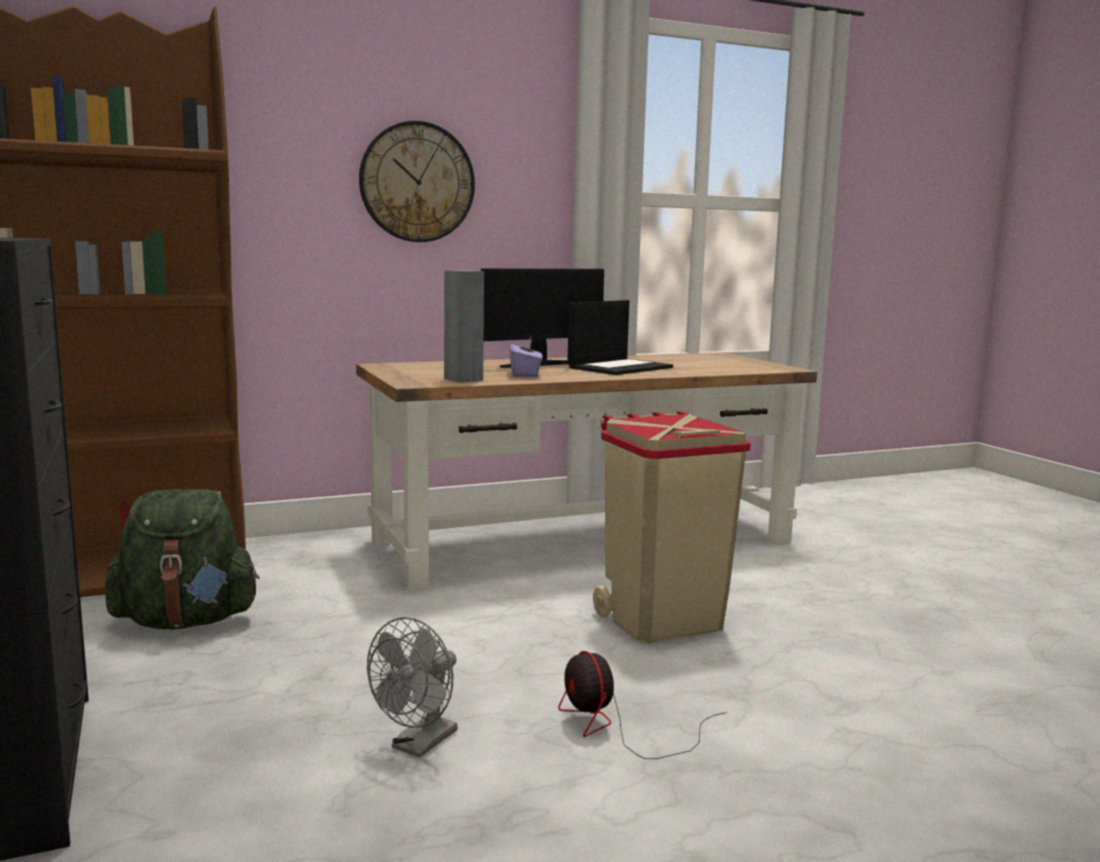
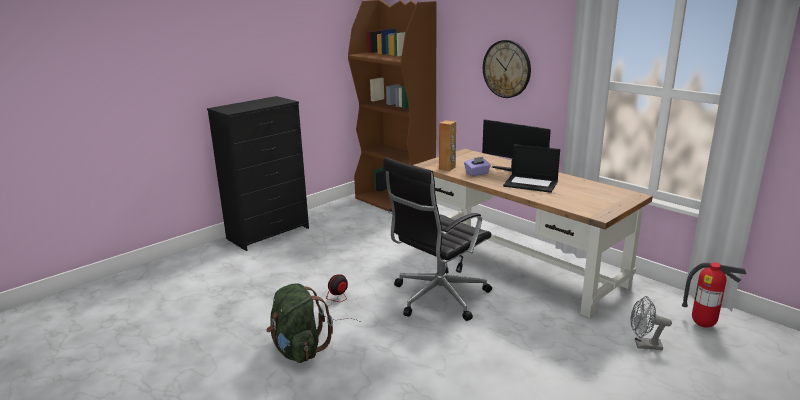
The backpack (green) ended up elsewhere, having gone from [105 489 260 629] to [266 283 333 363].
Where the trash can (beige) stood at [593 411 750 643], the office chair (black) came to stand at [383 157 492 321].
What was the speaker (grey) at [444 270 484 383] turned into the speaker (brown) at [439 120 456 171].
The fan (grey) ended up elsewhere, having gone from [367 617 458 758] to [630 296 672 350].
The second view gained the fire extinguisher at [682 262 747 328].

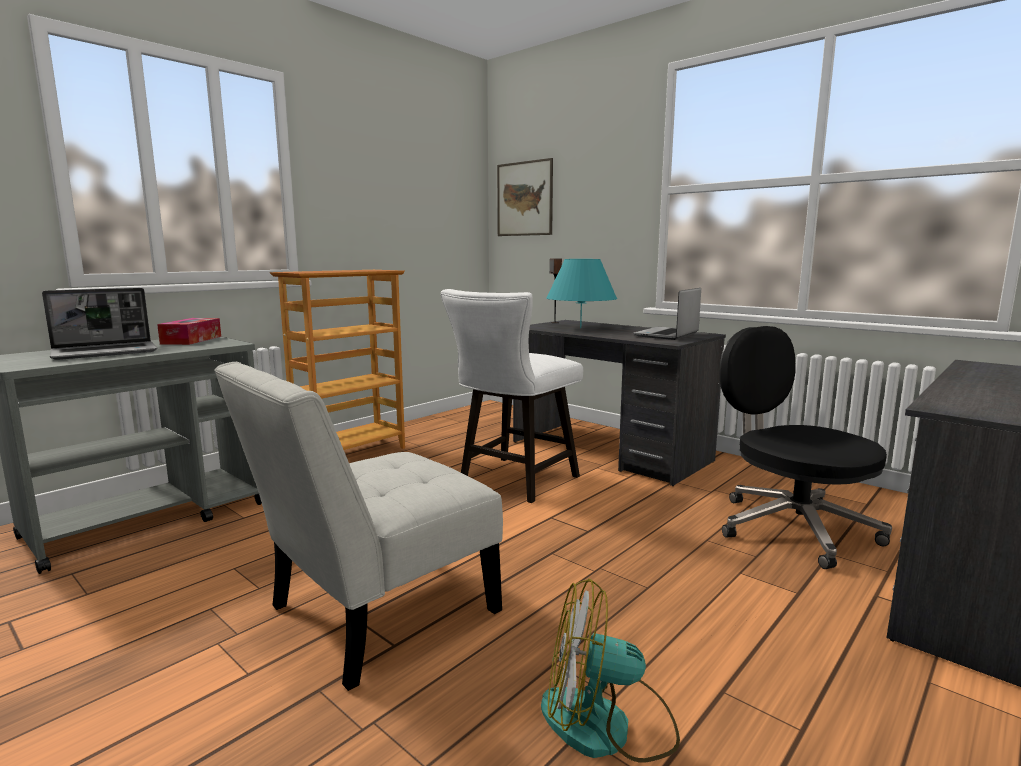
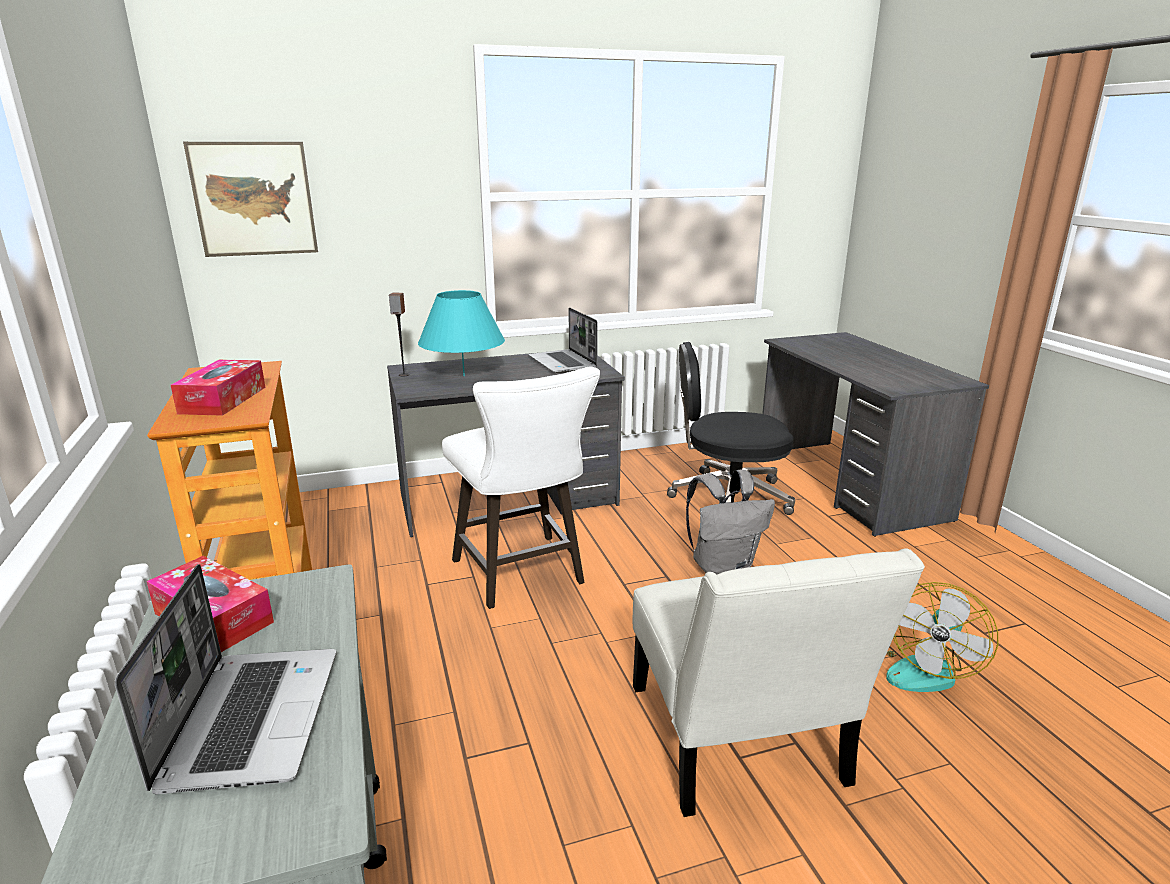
The second view gained the tissue box at [171 360 265 416].
The second view gained the backpack (grey) at [686 469 775 575].

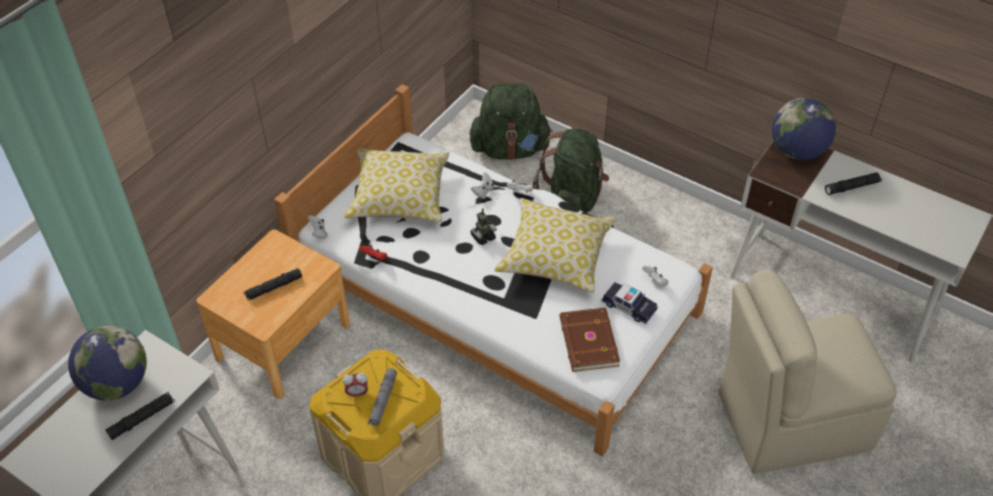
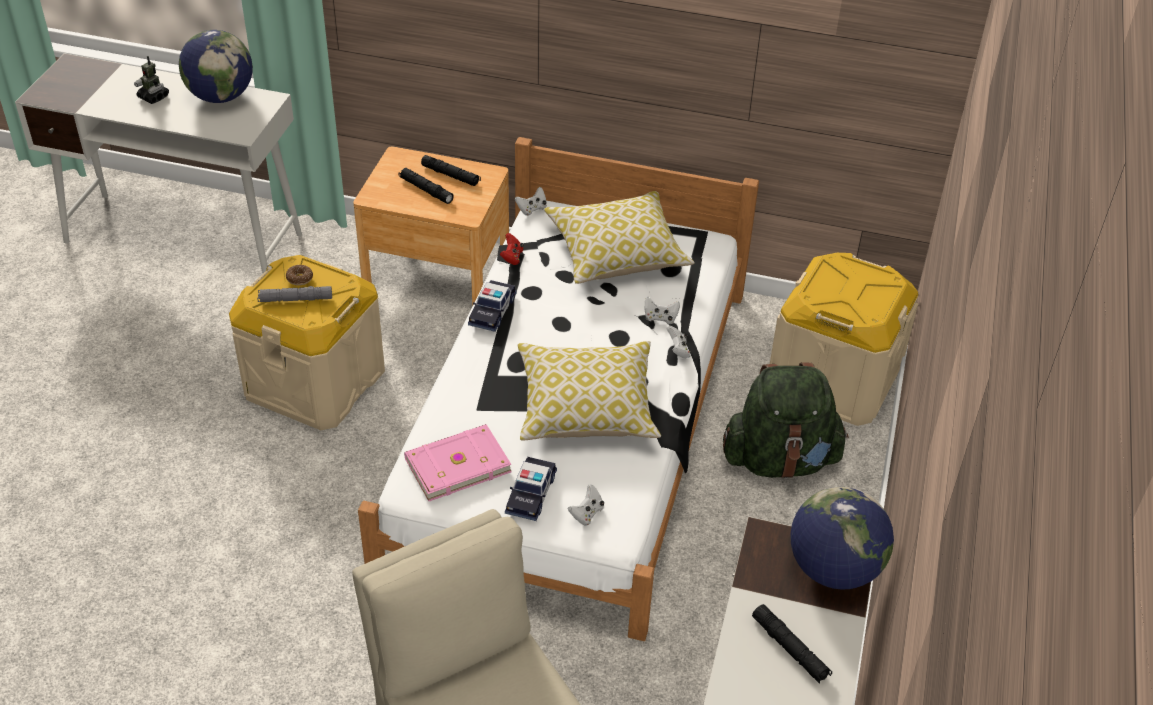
The toy robot ended up elsewhere, having gone from [471 208 497 245] to [134 56 169 104].
Where the alarm clock stood at [343 373 368 398], the donut came to stand at [286 265 313 285].
What was the book (brown) at [559 307 620 372] turned into the book (pink) at [404 424 512 501].
The flashlight (black) ended up elsewhere, having gone from [106 392 175 440] to [421 155 481 186].
The second view gained the toy car at [468 280 517 332].
Where the backpack (green) stood at [469 82 553 160], the storage box (beige) came to stand at [770 253 918 426].

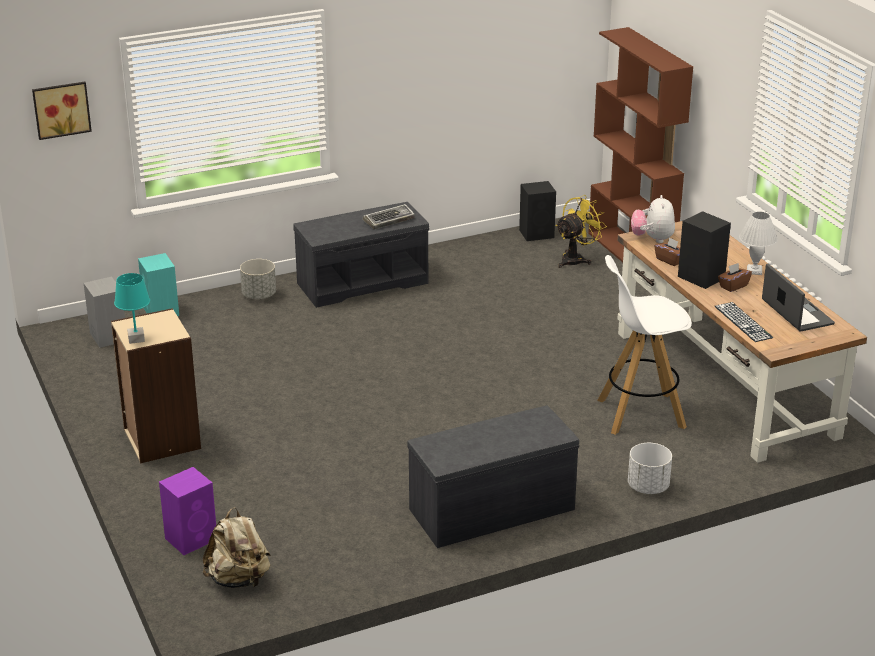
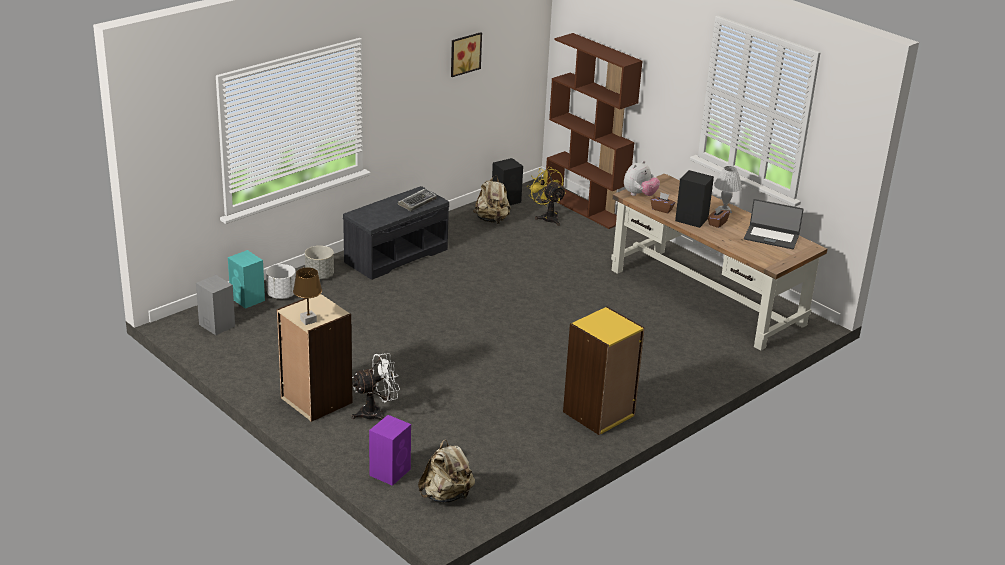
The planter (white) ended up elsewhere, having gone from [628 443 672 494] to [266 264 296 299].
What was the table lamp (turquoise) at [114 273 150 344] turned into the table lamp (brown) at [293 268 322 325].
The second view gained the fan (white) at [351 353 400 420].
The picture ended up elsewhere, having gone from [32 82 92 140] to [451 32 482 77].
The second view gained the backpack (beige) at [473 176 511 224].
The fan (yellow) at [555 195 607 268] ended up facing another way, 60 degrees counterclockwise from before.
Where the bench (grey) stood at [407 406 579 548], the bookcase (yellow) came to stand at [563 306 645 435].
The plush toy at [631 195 675 243] ended up facing another way, 120 degrees counterclockwise from before.
The laptop at [762 264 835 332] ended up facing another way, 150 degrees clockwise from before.
The second view lost the stool (white) at [597 255 692 435].
The second view lost the keyboard at [714 302 773 342].

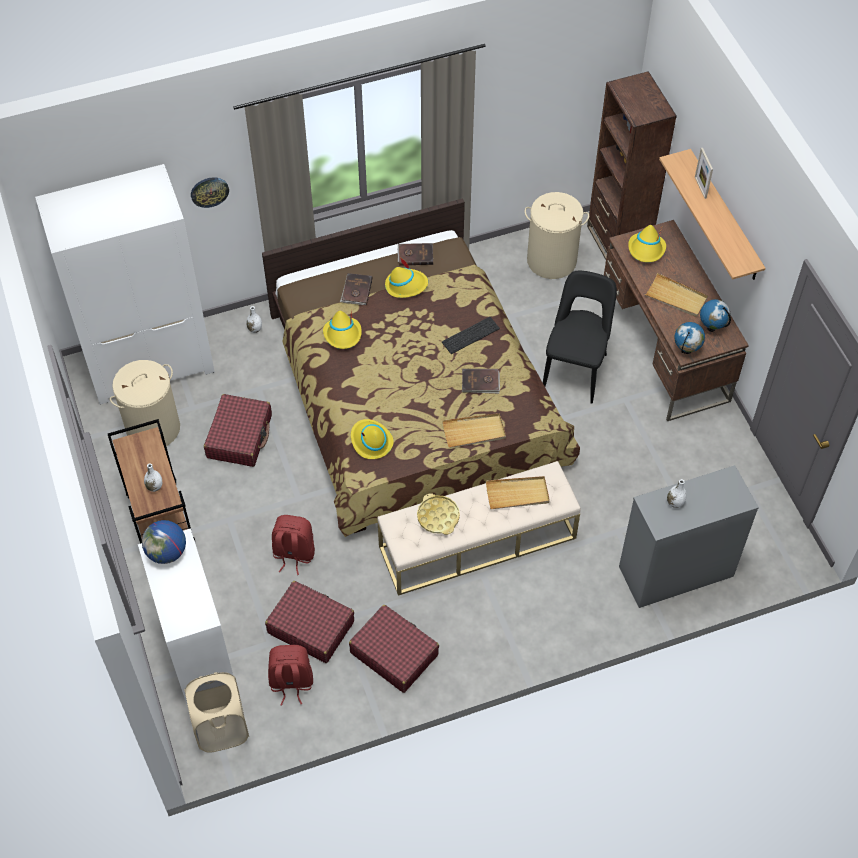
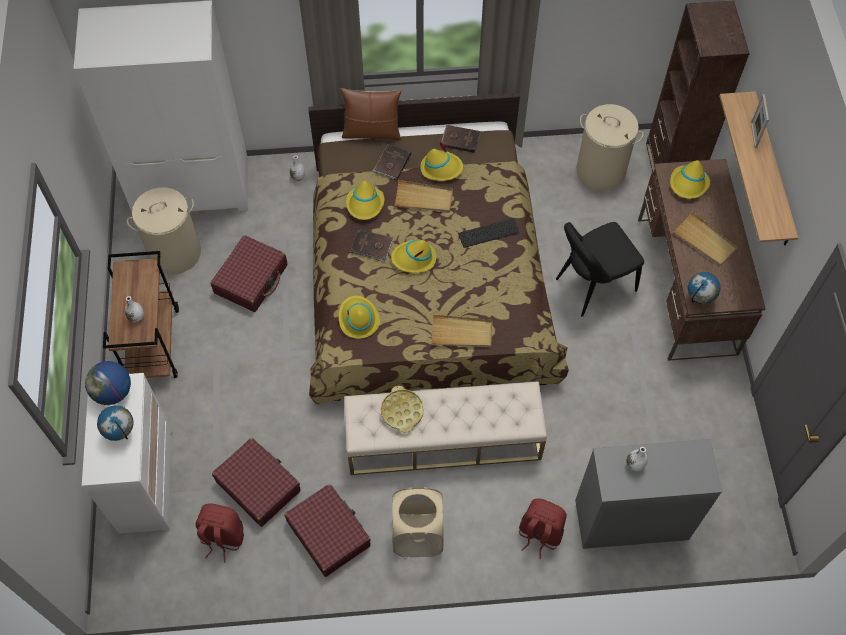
The globe ended up elsewhere, having gone from [700 299 731 332] to [97 406 134 441].
The second view gained the pillow (brown) at [340 88 401 140].
The book (brown) ended up elsewhere, having gone from [462 369 500 394] to [350 229 393 262].
The second view gained the hat (yellow) at [391 239 436 273].
The laundry basket (beige) ended up elsewhere, having gone from [184 672 249 753] to [392 487 444 557].
The tray (beige) ended up elsewhere, having gone from [486 476 550 509] to [394 180 453 213].
The backpack (red) ended up elsewhere, having gone from [272 515 315 575] to [519 498 567 559].
The chair (black) at [543 271 617 404] ended up facing another way, 150 degrees counterclockwise from before.
The second view lost the wall clock at [191 177 229 208].

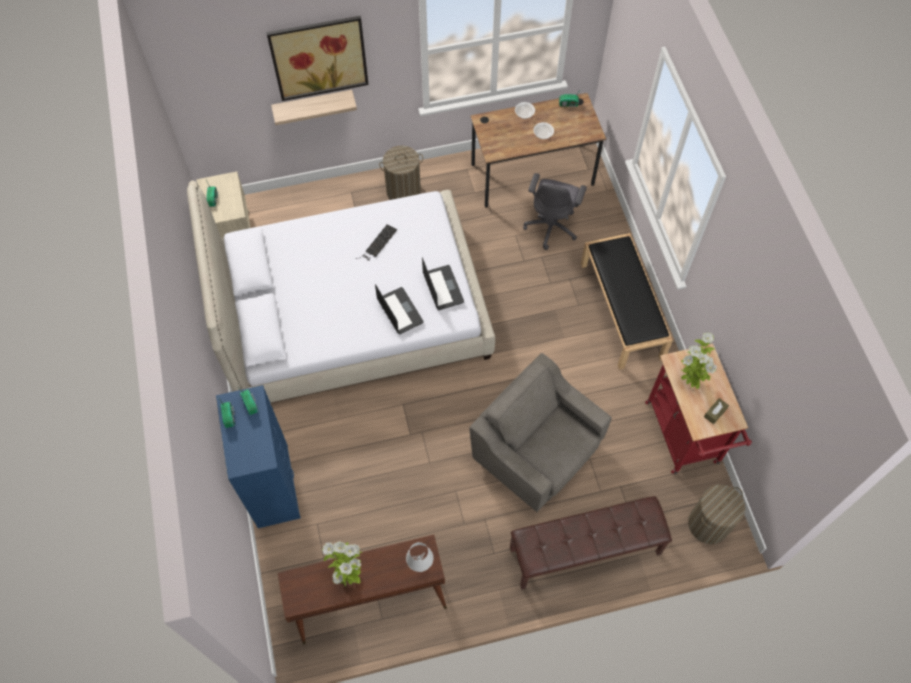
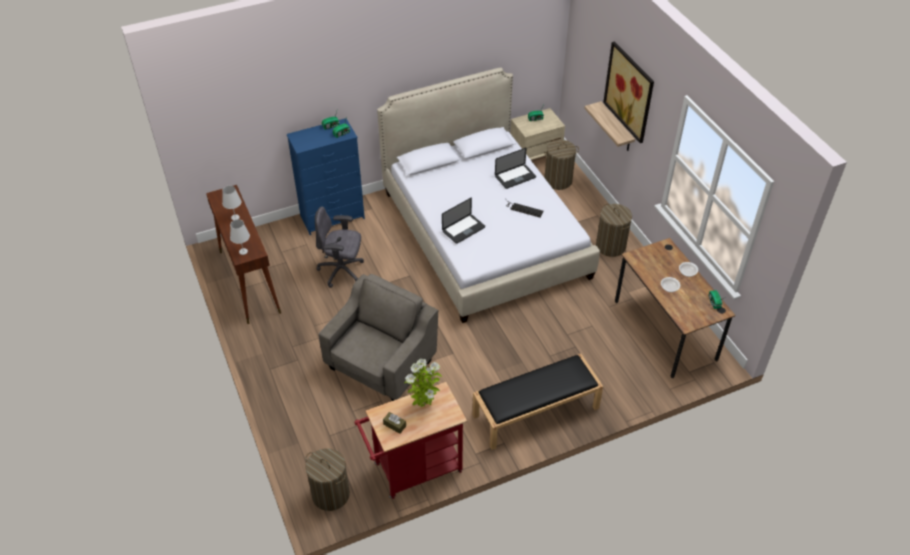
Where the potted plant stood at [322 541 363 587], the table lamp (white) came to stand at [222 186 242 220].
The office chair (grey) ended up elsewhere, having gone from [523 173 587 250] to [315 206 364 288].
The laptop ended up elsewhere, having gone from [422 257 464 310] to [495 148 536 189].
The second view gained the laundry basket at [544 140 579 190].
The second view lost the bench (brown) at [510 496 672 589].

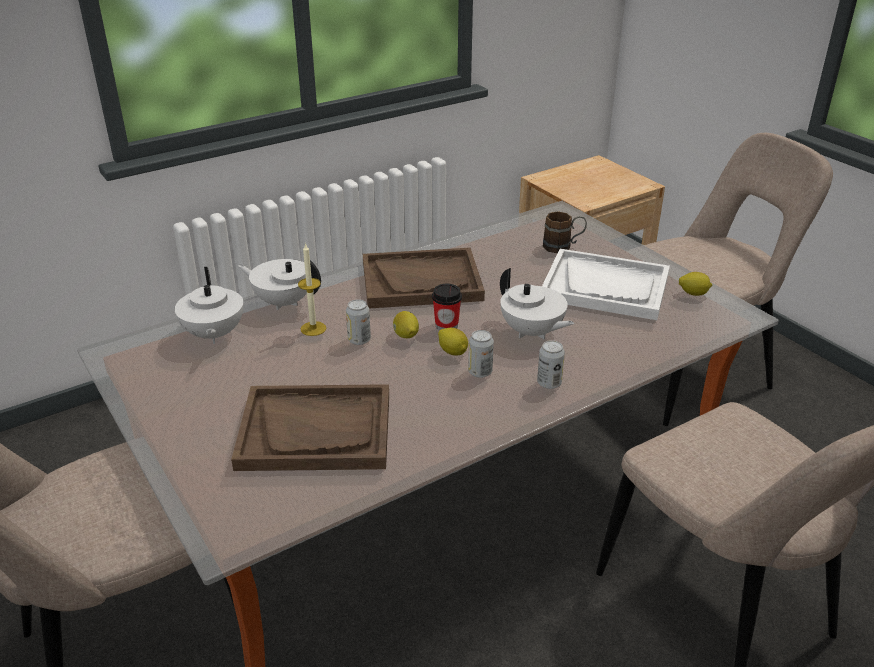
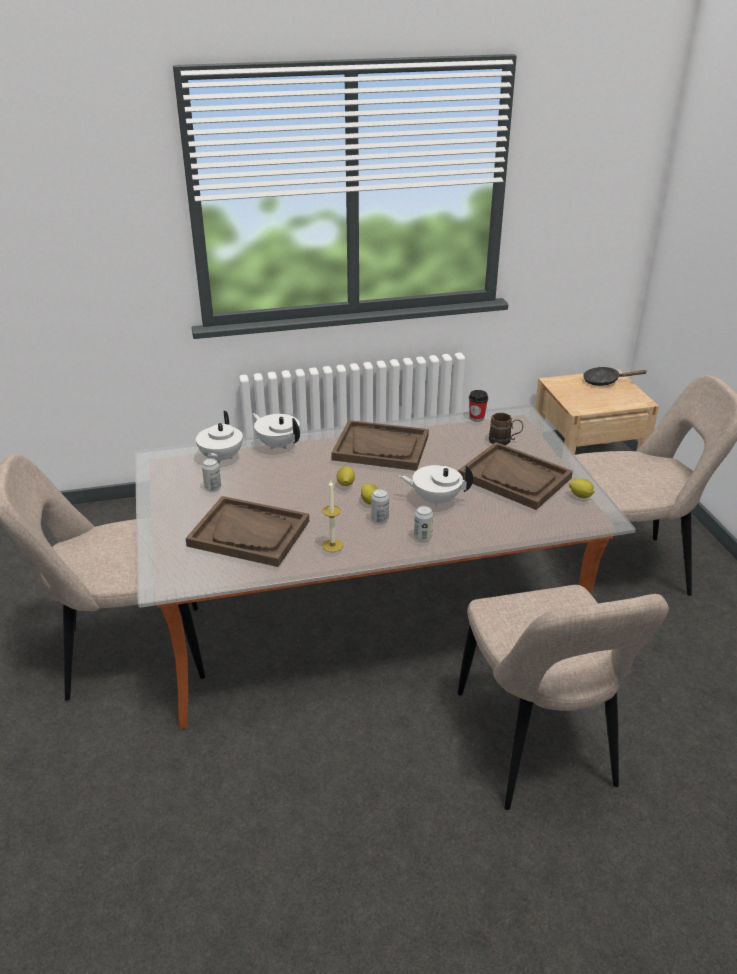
The can ended up elsewhere, having gone from [346 299 371 345] to [202 458 221 491].
The candle ended up elsewhere, having gone from [298 243 326 336] to [322 481 343 552].
The teapot (white) at [500 268 574 339] ended up facing another way, 120 degrees clockwise from before.
What was the tray (white) at [542 249 670 320] turned into the tray (brown) at [458 442 573 510].
The cup ended up elsewhere, having gone from [432 284 462 330] to [469 390 488 422].
The second view gained the frying pan (black) at [583 367 646 386].

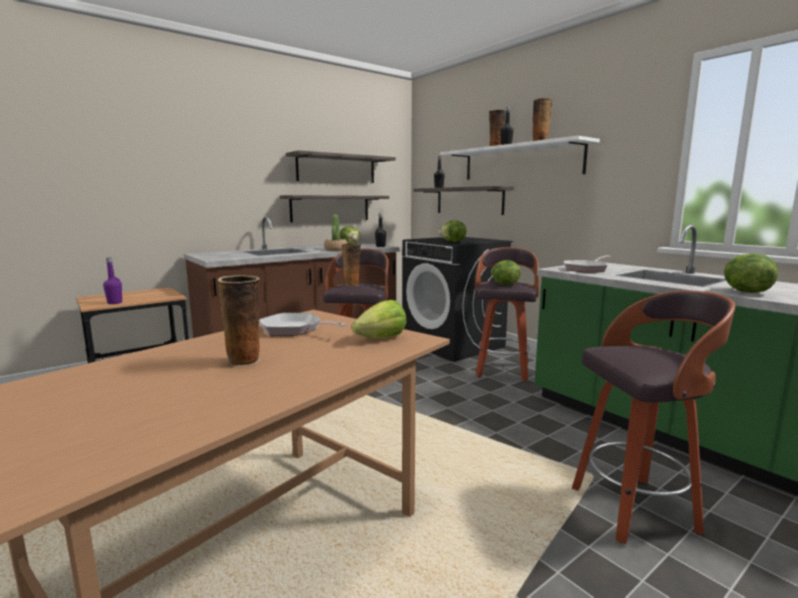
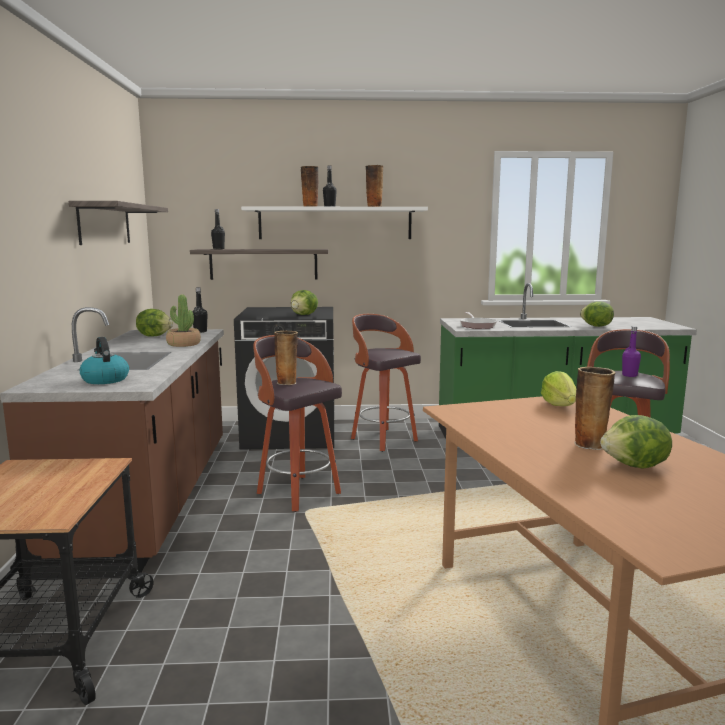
The second view gained the kettle at [80 337 129 384].
The lettuce ended up elsewhere, having gone from [491 260 521 285] to [600 415 672 468].
The bottle (purple) ended up elsewhere, having gone from [103 258 122 304] to [622 326 641 377].
The second view lost the frying pan at [259 313 347 336].
The second view lost the shelf at [280 195 389 222].

